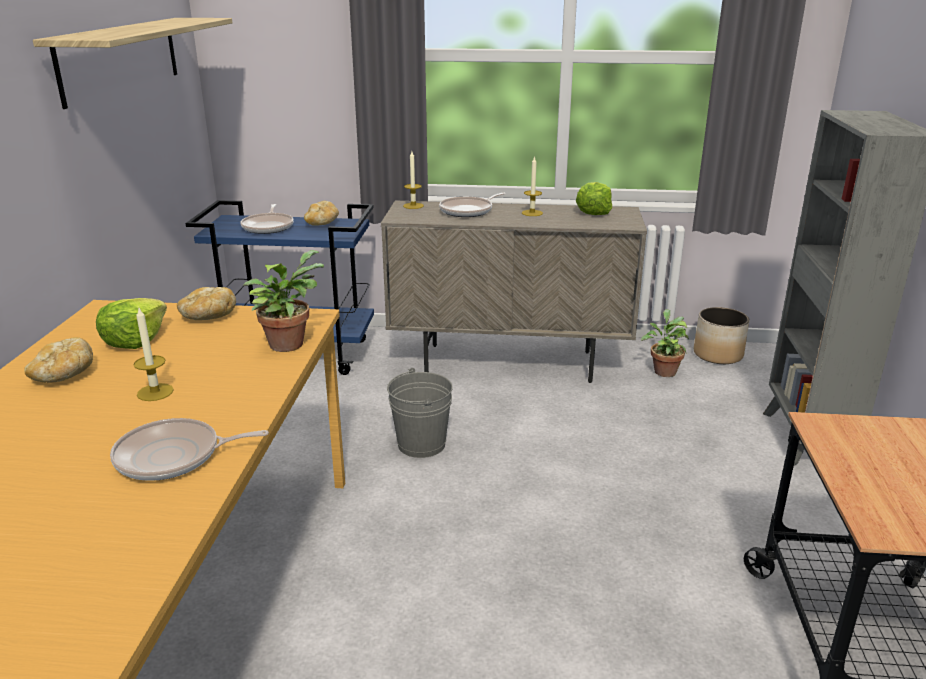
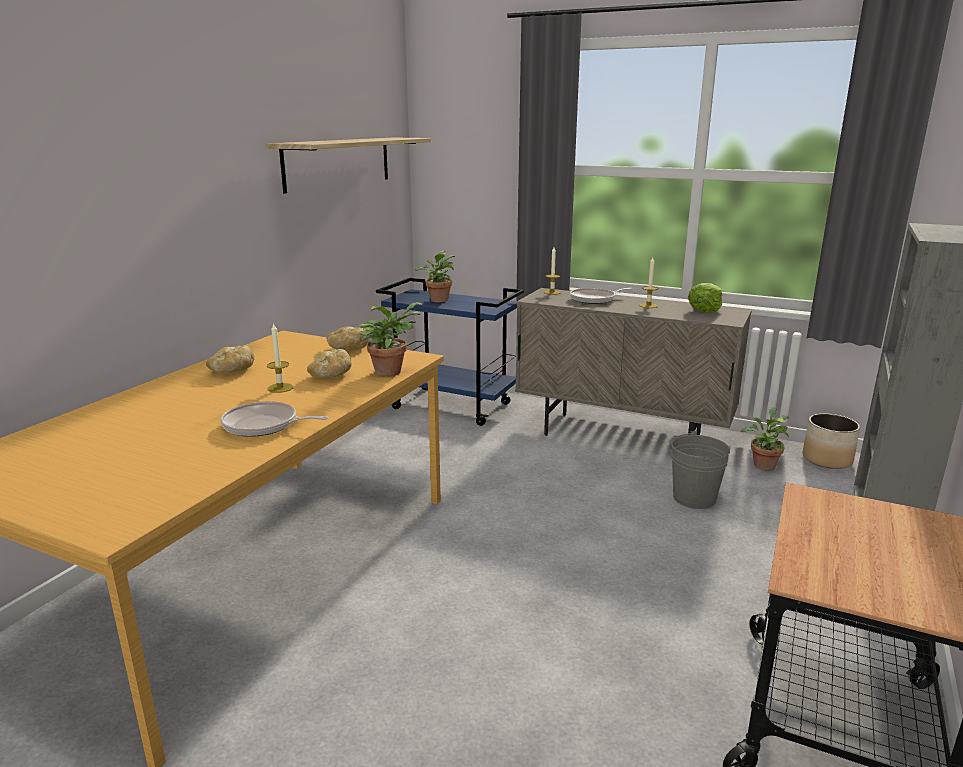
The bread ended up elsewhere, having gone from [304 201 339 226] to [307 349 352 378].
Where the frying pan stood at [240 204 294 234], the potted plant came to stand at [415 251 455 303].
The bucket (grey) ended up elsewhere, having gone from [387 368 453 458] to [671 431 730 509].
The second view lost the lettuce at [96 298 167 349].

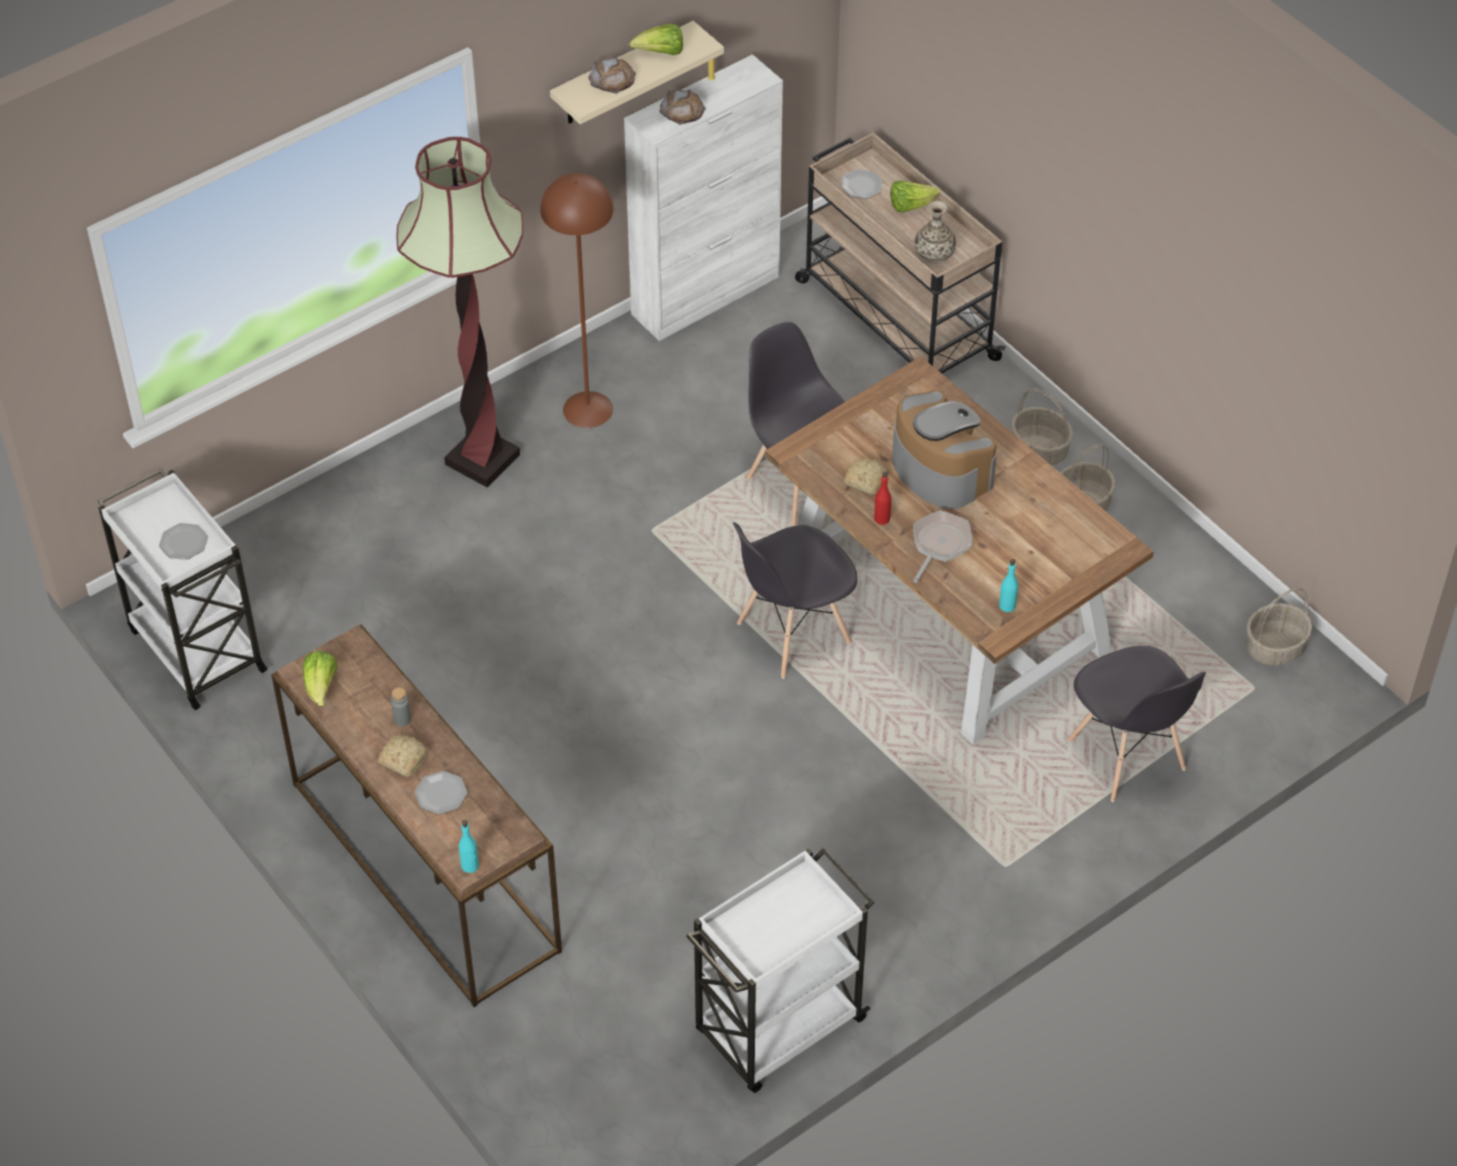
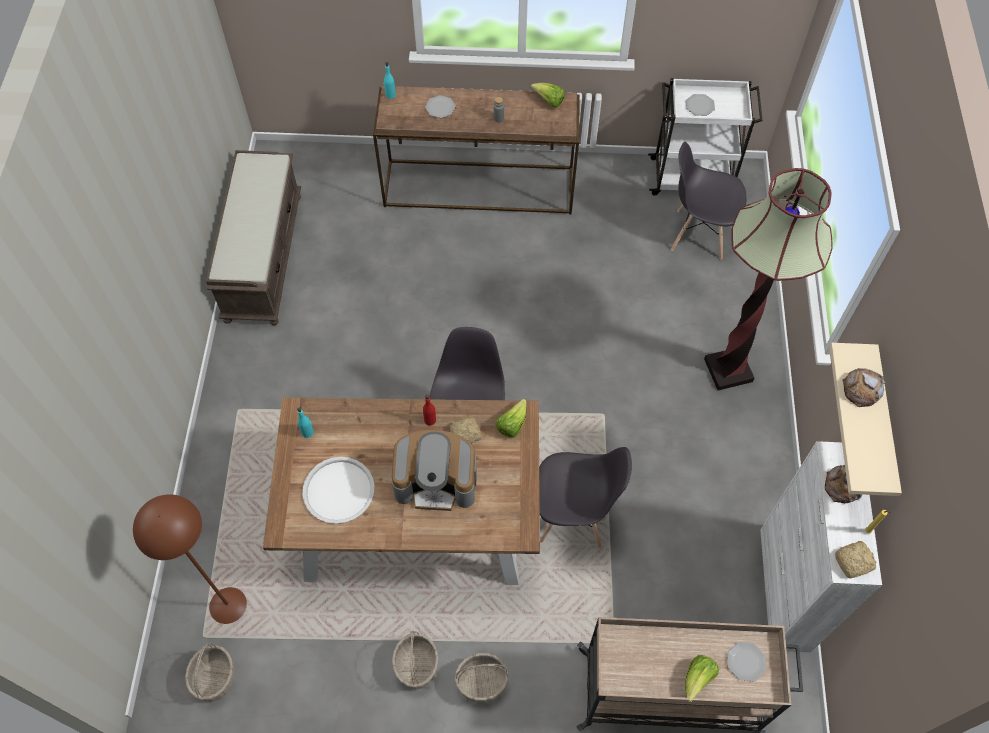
The floor lamp (brown) ended up elsewhere, having gone from [540 173 614 428] to [133 494 247 624].
Where the cart (white) stood at [686 848 875 1093], the bench (brown) came to stand at [206 150 301 325].
The second view gained the tray (white) at [302 457 375 524].
The lettuce ended up elsewhere, having gone from [629 24 683 55] to [495 399 527 438].
The chair (grey) ended up elsewhere, having gone from [1068 646 1206 802] to [671 142 746 260].
The bread ended up elsewhere, having gone from [378 735 428 777] to [835 541 876 579].
The second view lost the frying pan at [913 510 972 583].
The second view lost the vase at [914 201 956 264].

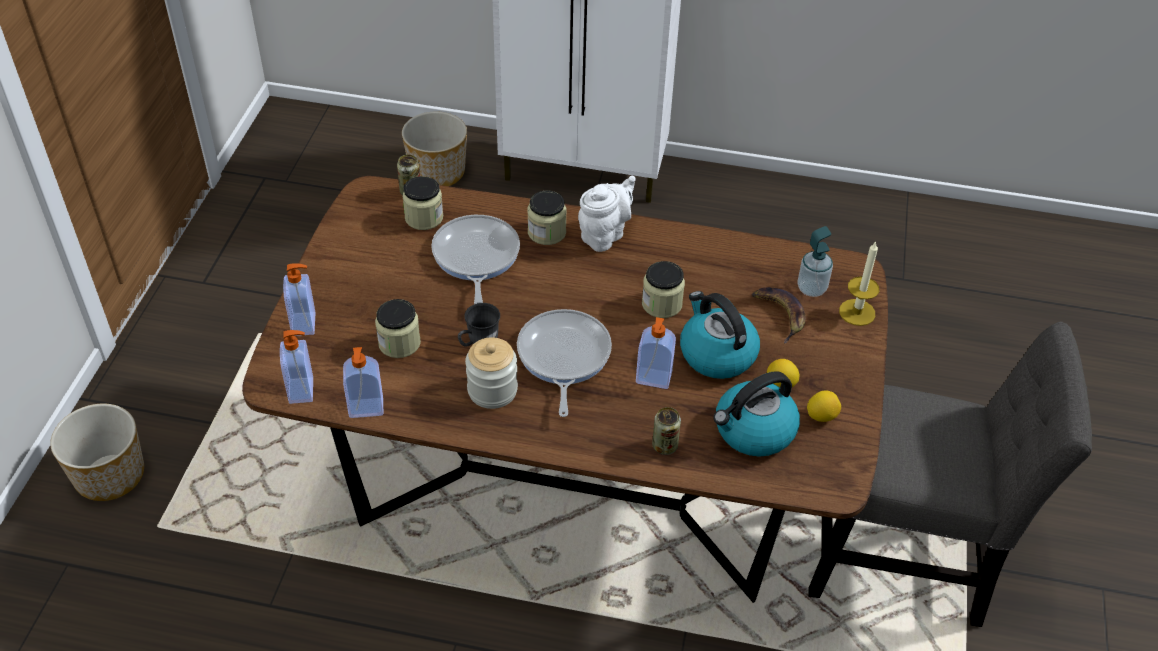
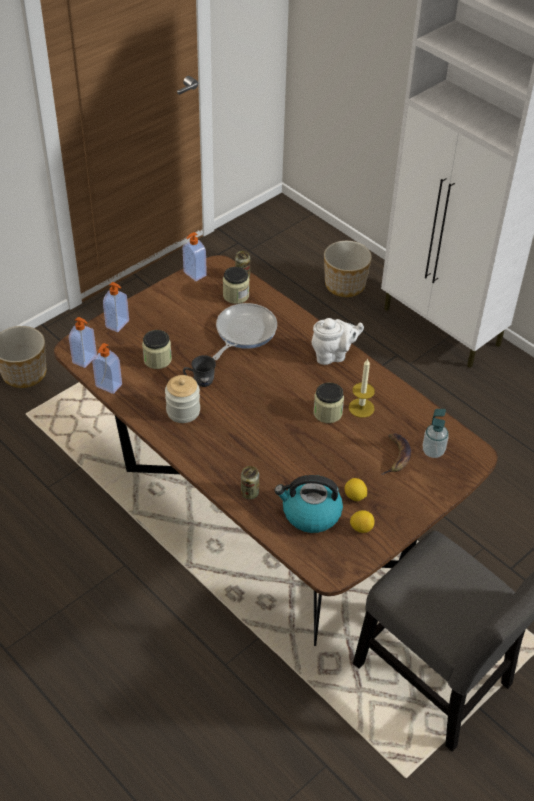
The soap dispenser ended up elsewhere, having gone from [636 317 676 389] to [183 232 207 281].
The candle ended up elsewhere, having gone from [839 241 879 326] to [349 358 375 418].
The second view lost the frying pan at [517 309 612 417].
The second view lost the jar at [527 190 567 245].
The second view lost the kettle at [680 291 760 379].

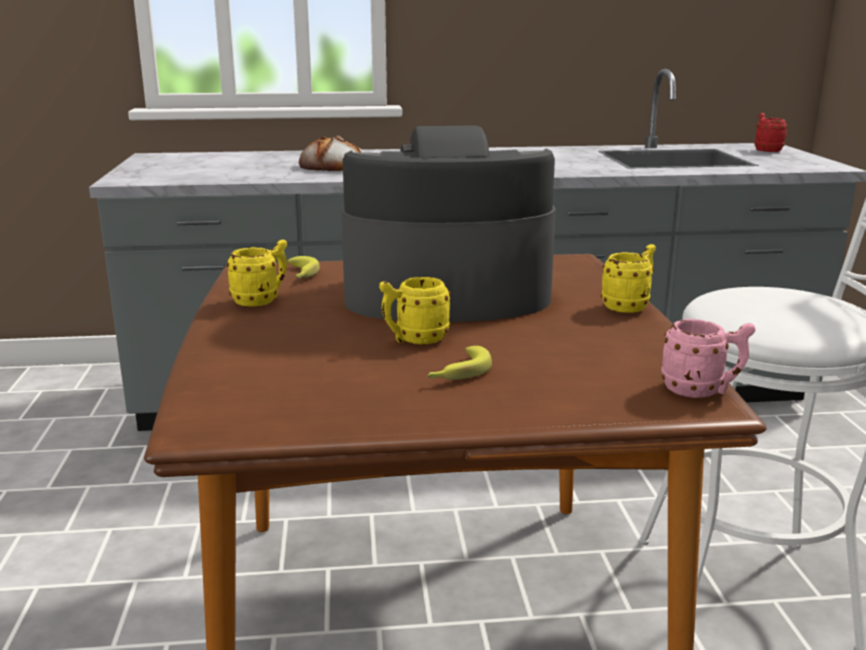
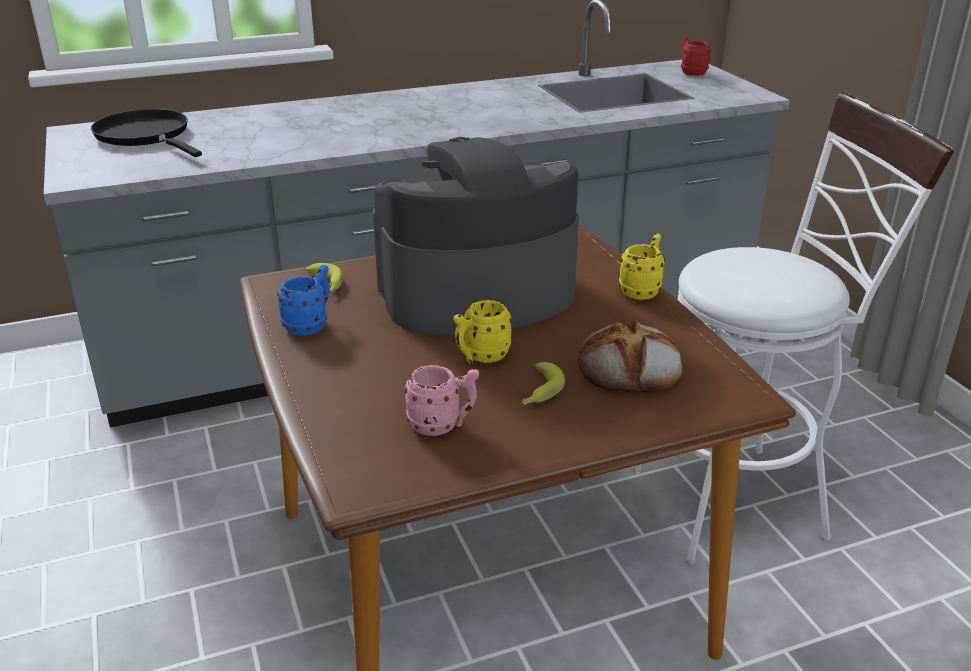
The second view gained the frying pan (black) at [91 109 202 157].
What was the mug (yellow) at [226 240 287 307] turned into the mug (blue) at [277 265 329 336].
The mug (pink) ended up elsewhere, having gone from [661 319 755 398] to [404 365 479 436].
The bread ended up elsewhere, having gone from [299 135 364 171] to [578 319 682 392].

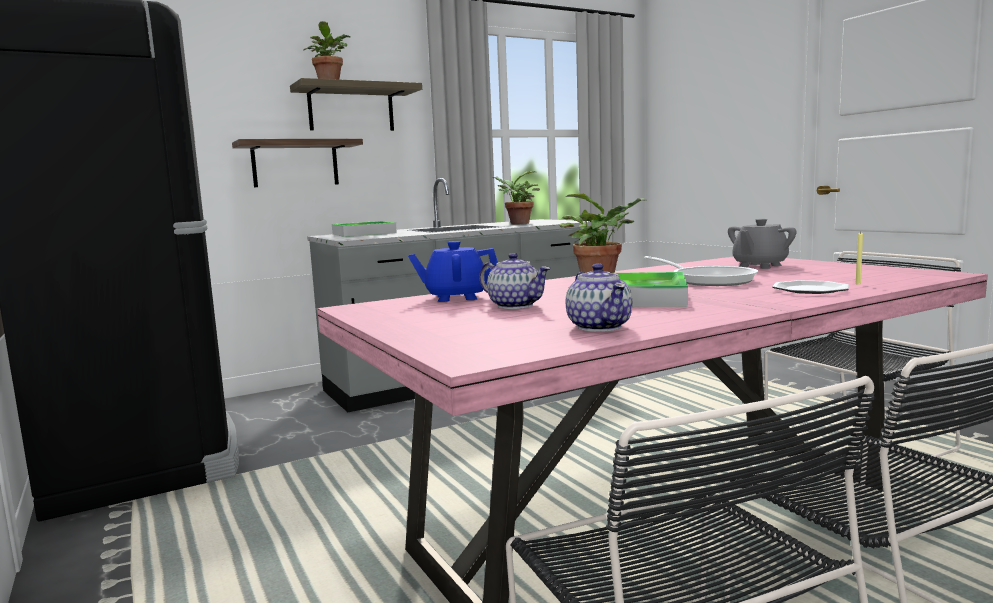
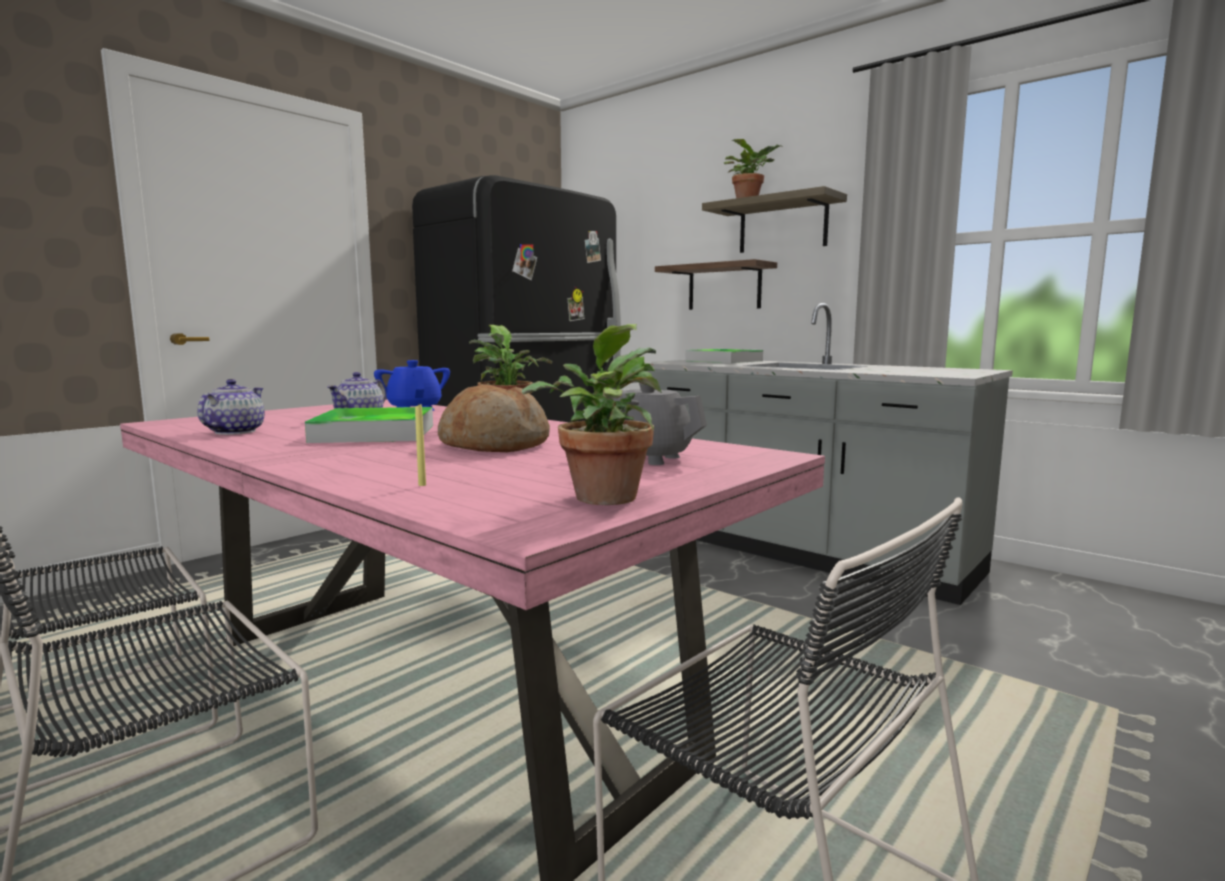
The teapot at [565 263 632 332] ended up facing another way, 135 degrees clockwise from before.
Where the frying pan stood at [644 256 758 286], the bread came to stand at [438 384 550 452].
The potted plant ended up elsewhere, having gone from [493 171 540 225] to [522 324 662 505].
The second view lost the plate at [772 280 849 294].

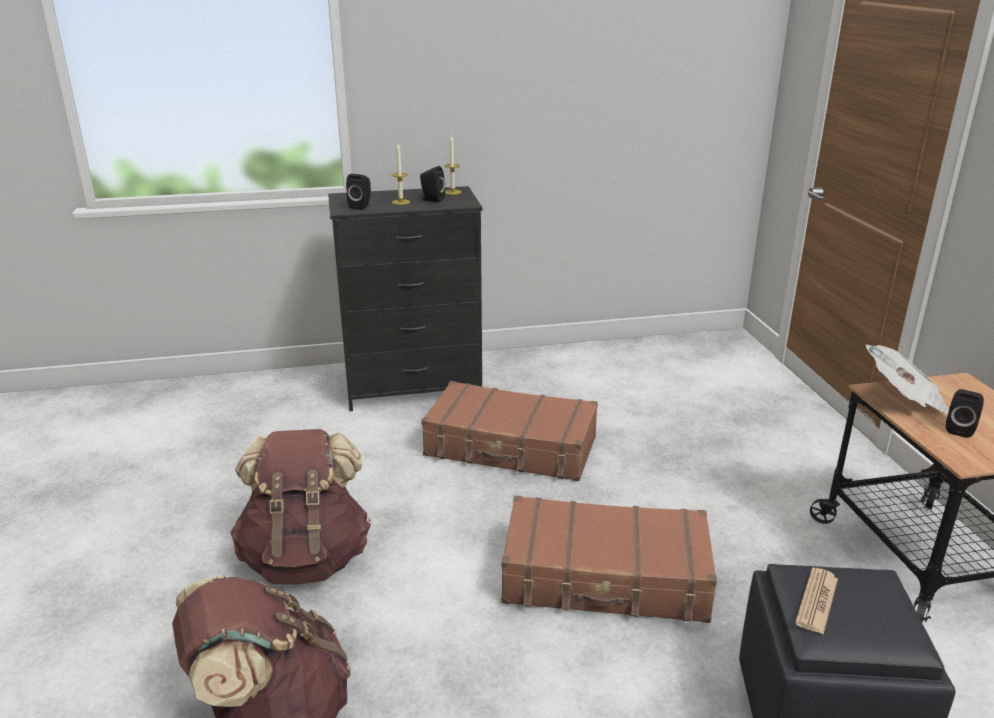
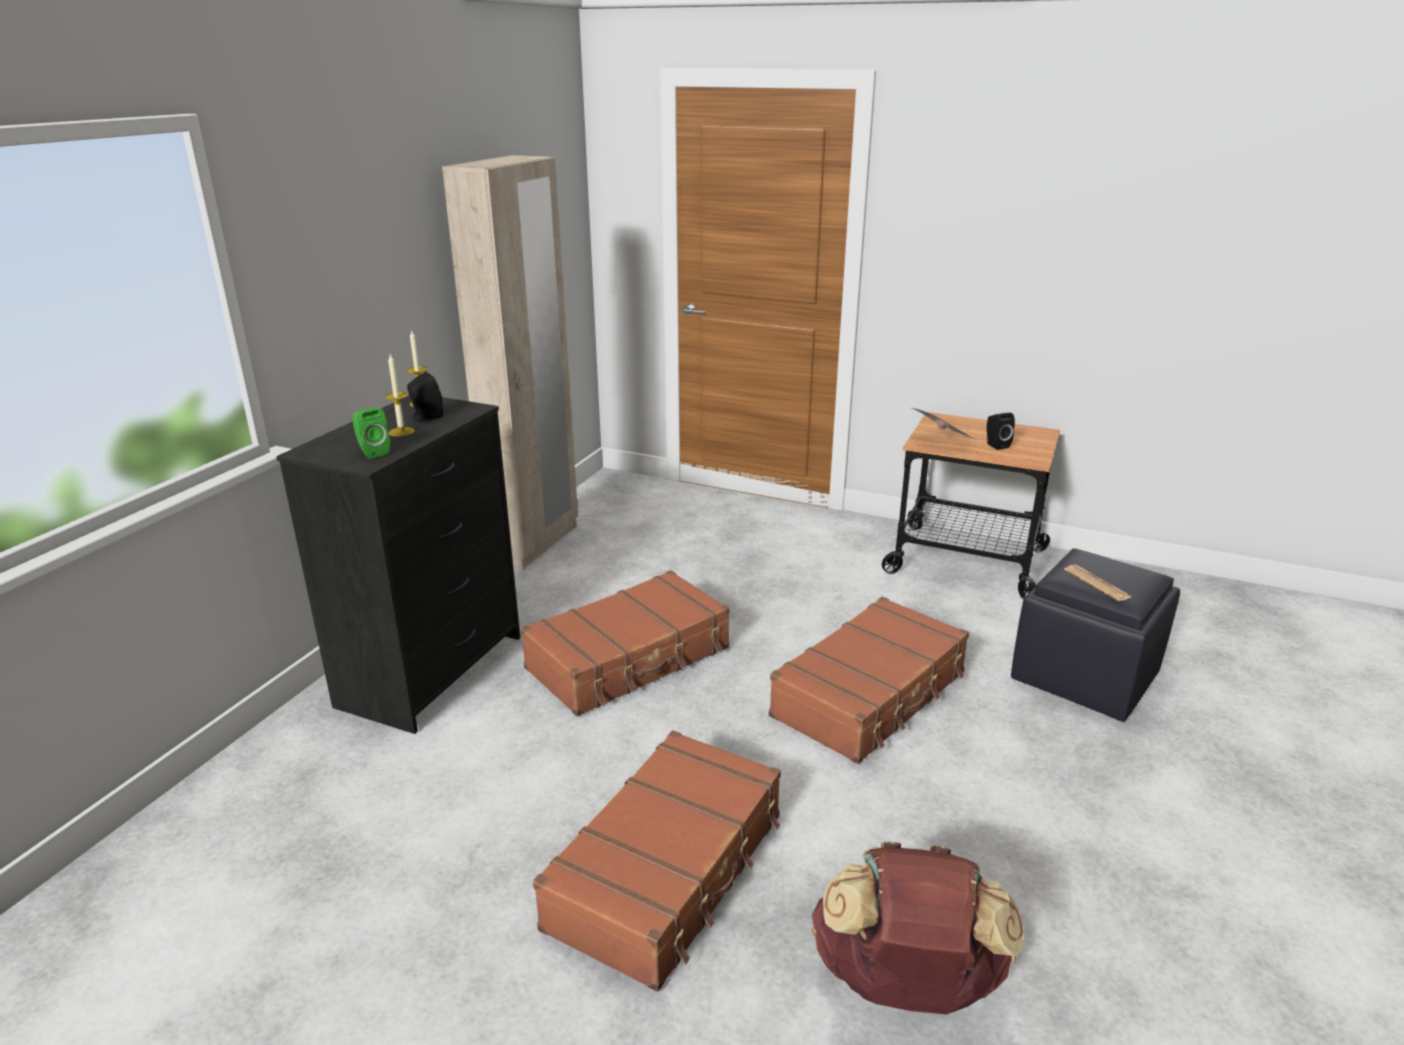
What was the speaker (black) at [346 174 371 210] turned into the speaker (green) at [353 407 390 459].
The second view gained the wardrobe (beige) at [442 155 578 570].
Where the backpack (brown) stood at [230 429 371 585], the suitcase (brown) came to stand at [533 730 781 992].

